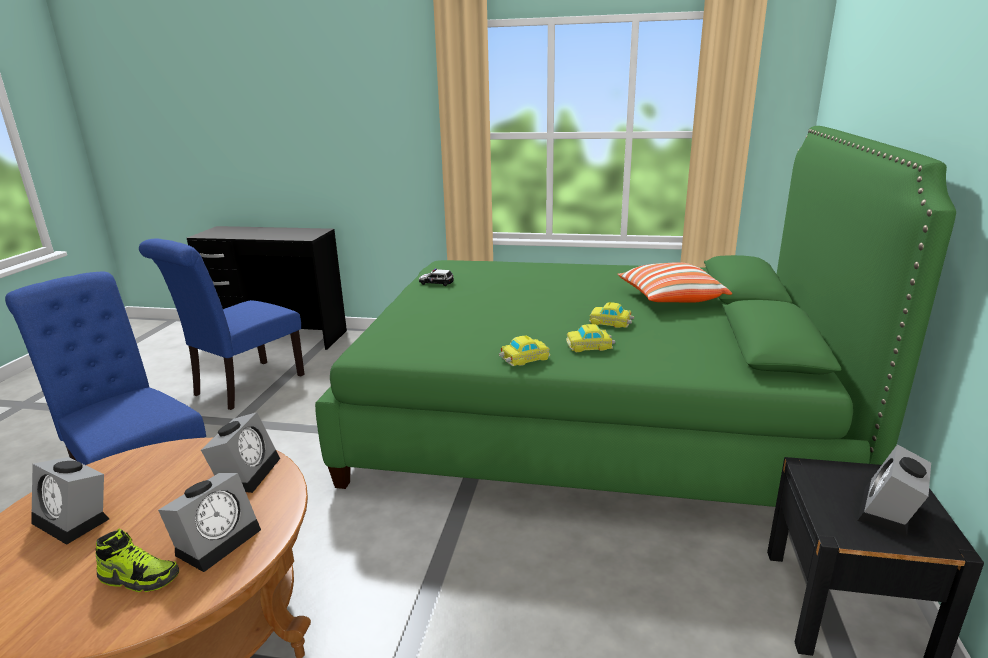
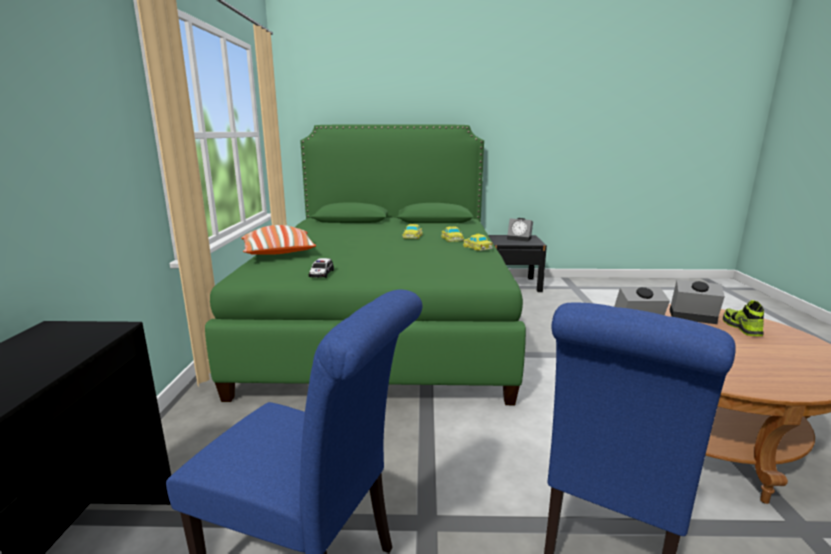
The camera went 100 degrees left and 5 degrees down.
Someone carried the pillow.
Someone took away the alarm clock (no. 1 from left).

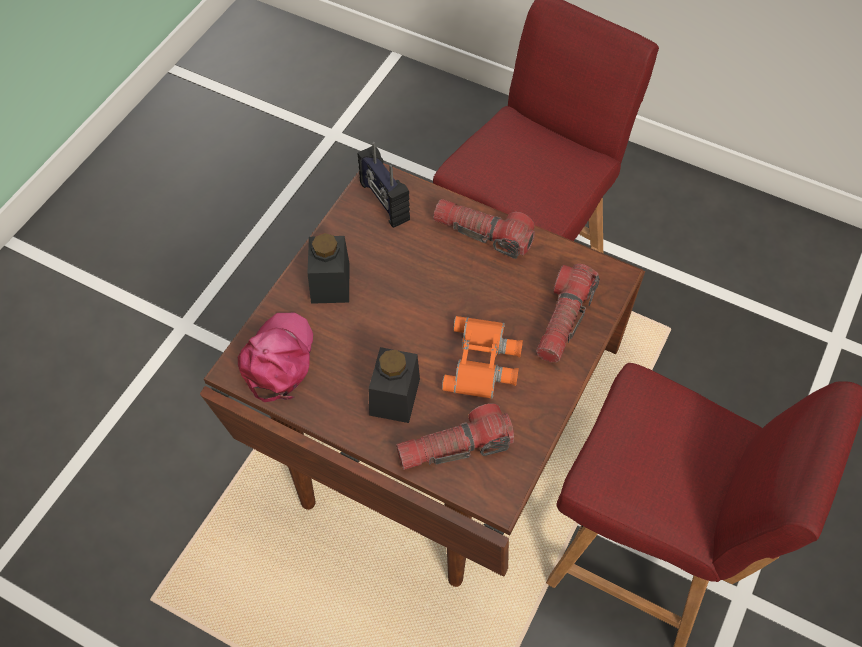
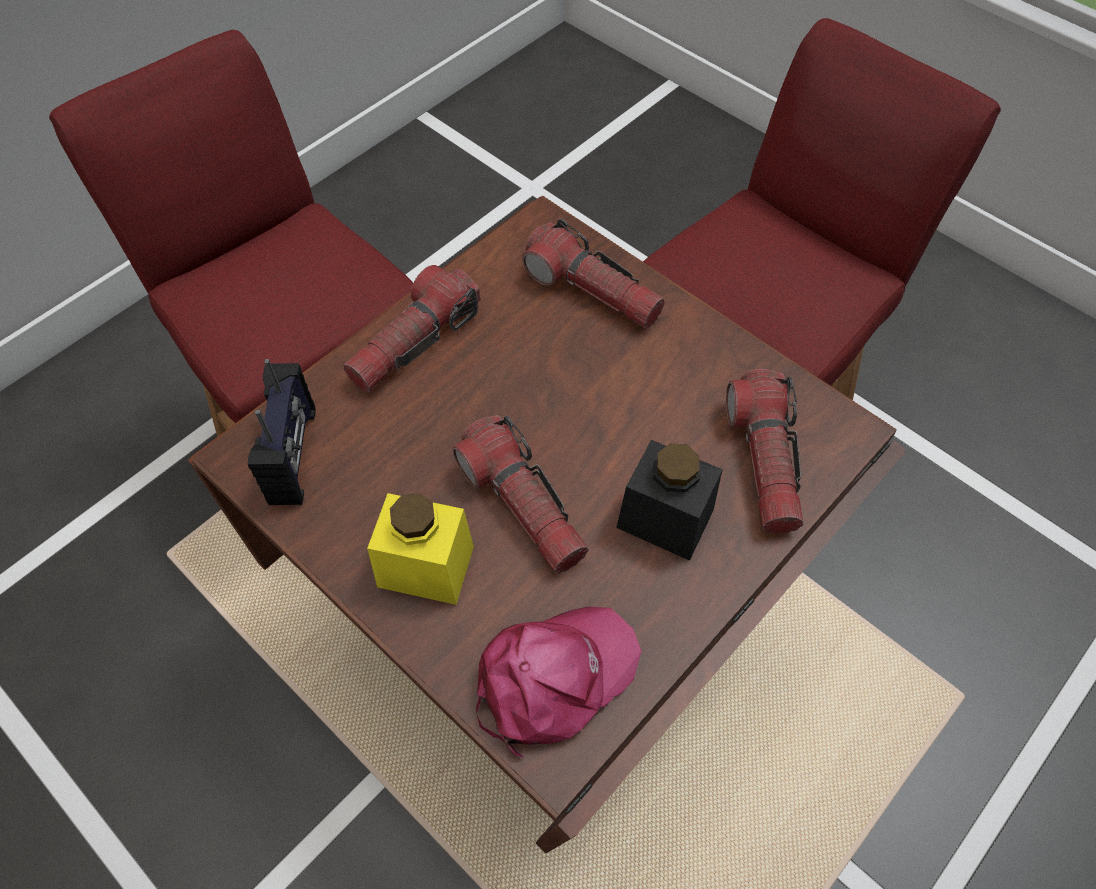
The camera went 75 degrees left and 0 degrees up.
Someone rotated the radio by 75 degrees counterclockwise.
Someone repainted the jar (black) (no. 1 from left), which became the jar (yellow).
Someone rotated the cap (pink) by 120 degrees clockwise.
Someone took away the binoculars (orange).
Someone put down the flashlight (no. 2 from left).

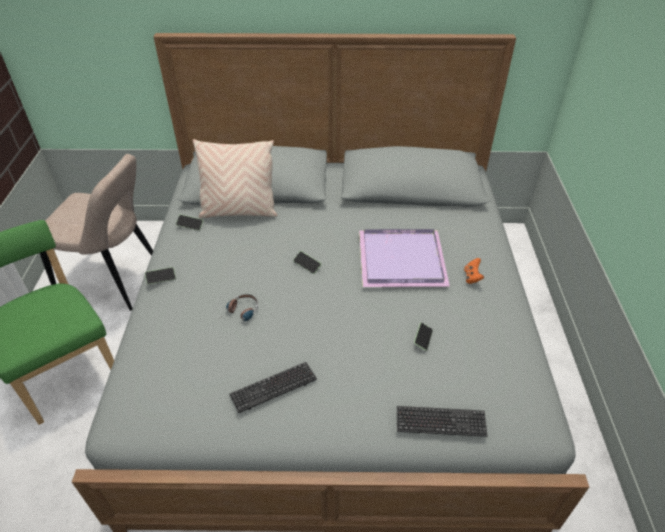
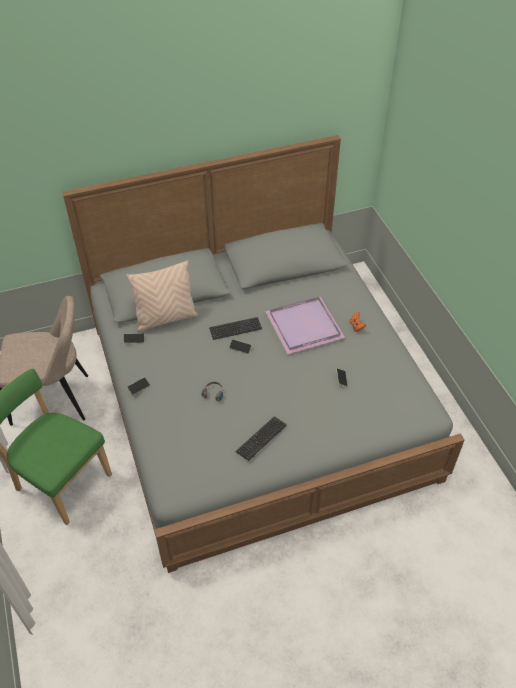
The camera went 20 degrees left and 5 degrees up.
Someone carried the keyboard (no. 2 from left in the first image).

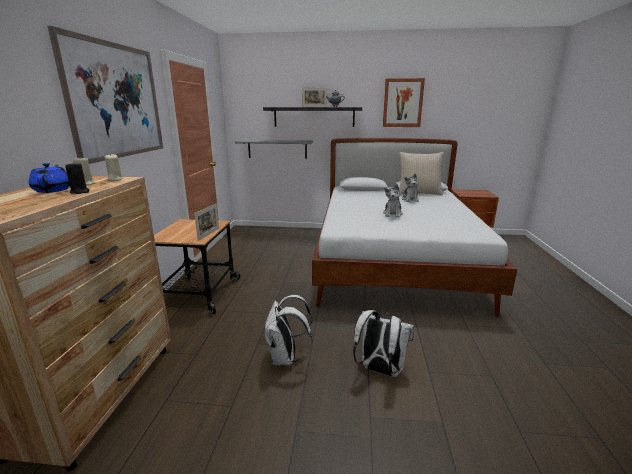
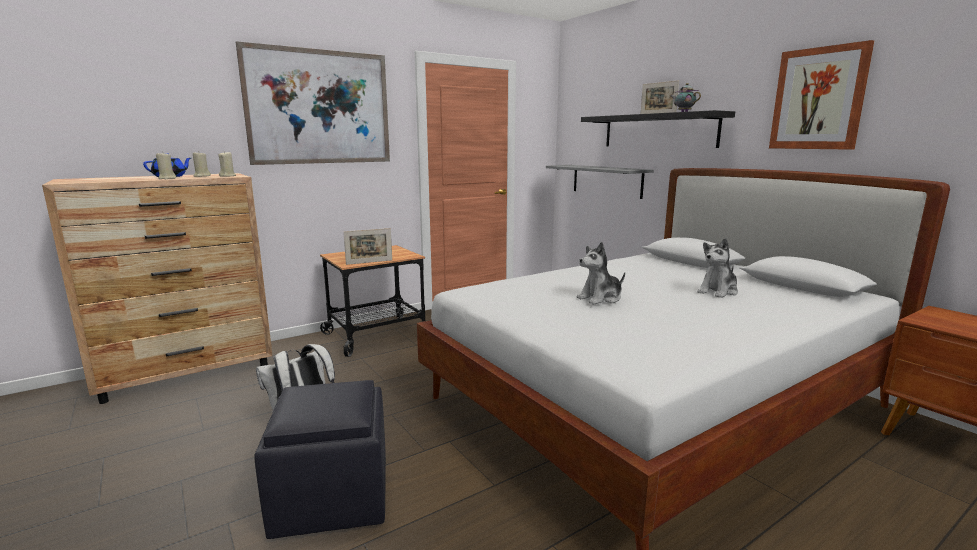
The camera went 50 degrees right and 5 degrees down.
Someone took away the pillow (beige).
Someone repainted the candle (black), which became the candle (beige) (no. 1 from left).
Someone swapped the backpack (white) (no. 2 from left) for the ottoman (black).

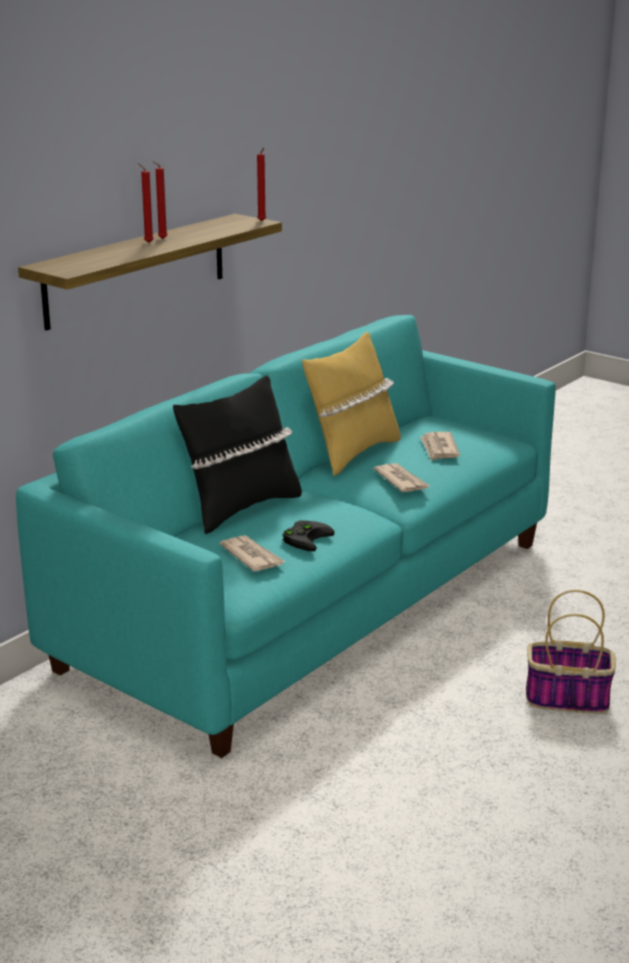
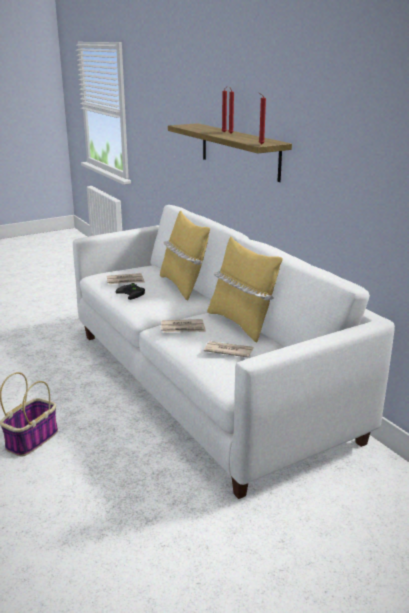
The camera went 110 degrees right and 0 degrees up.
Someone repainted the sofa (turquoise), which became the sofa (white).
Someone repainted the pillow (black), which became the pillow (yellow) (no. 1 from left).

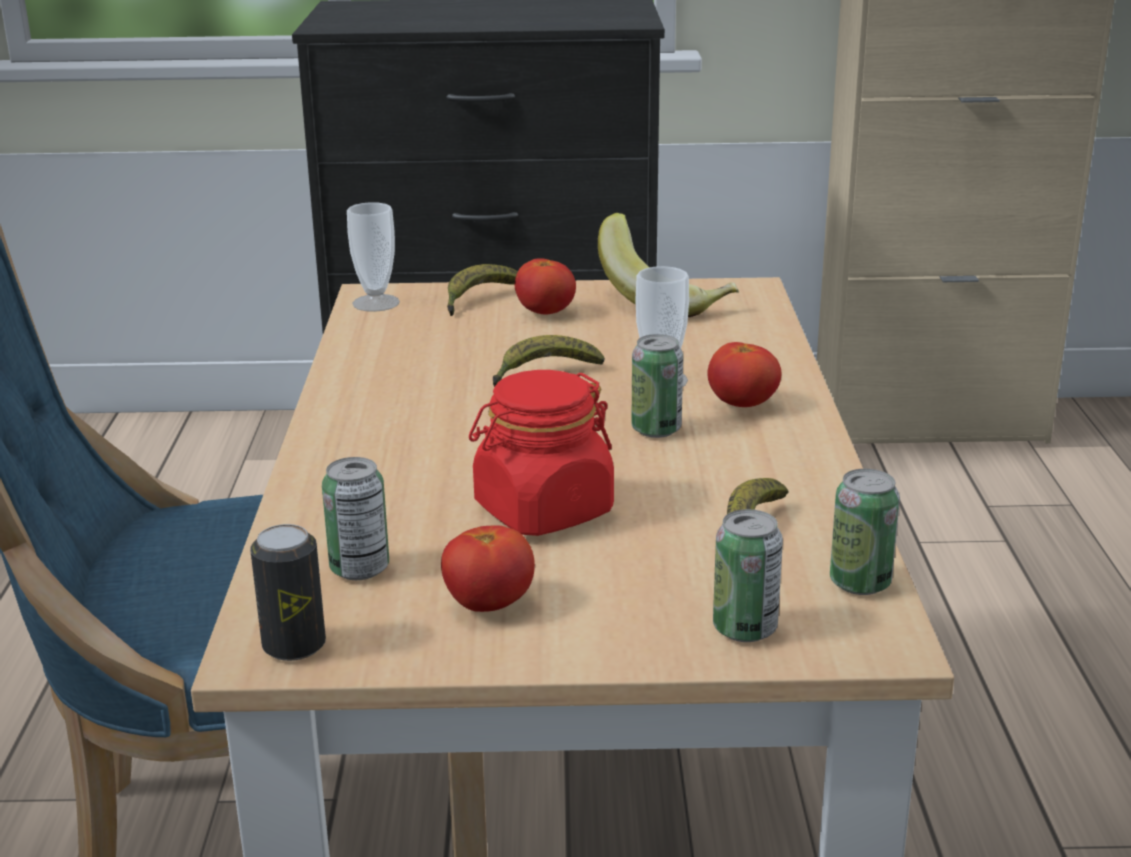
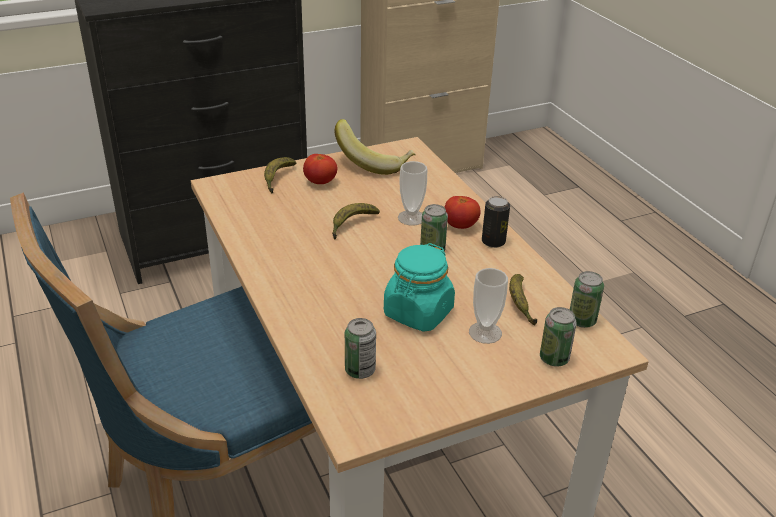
The camera went 25 degrees left and 10 degrees up.
Someone carried the cup (no. 1 from left in the first image).
Someone repainted the jar (red), which became the jar (turquoise).
Someone carried the can (no. 1 from left in the first image).
Someone took away the tomato (no. 1 from left).

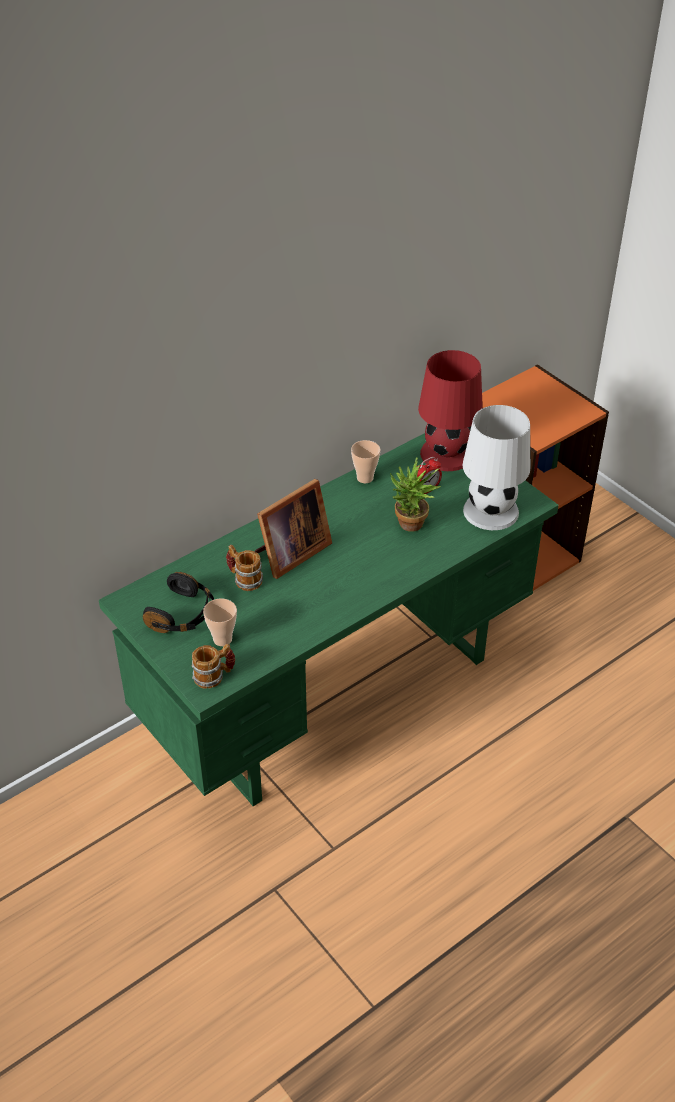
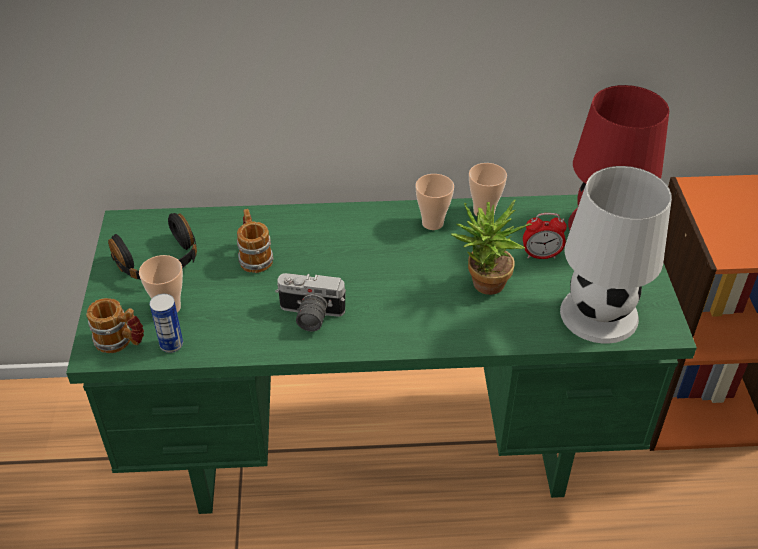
The camera went 35 degrees right and 0 degrees up.
Someone took away the picture frame.
Someone put down the cup (no. 2 from left).
Someone put down the photo camera.
Someone put down the can.

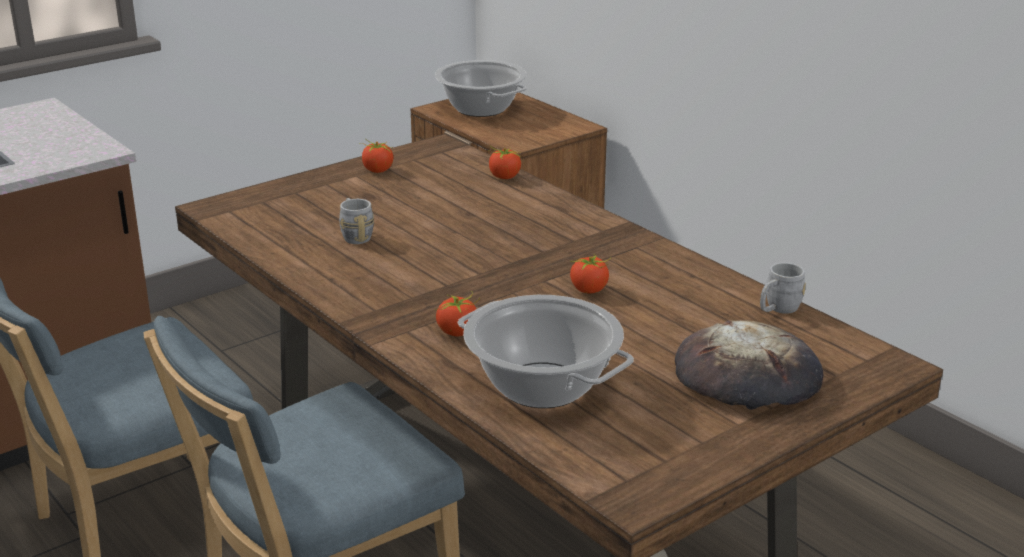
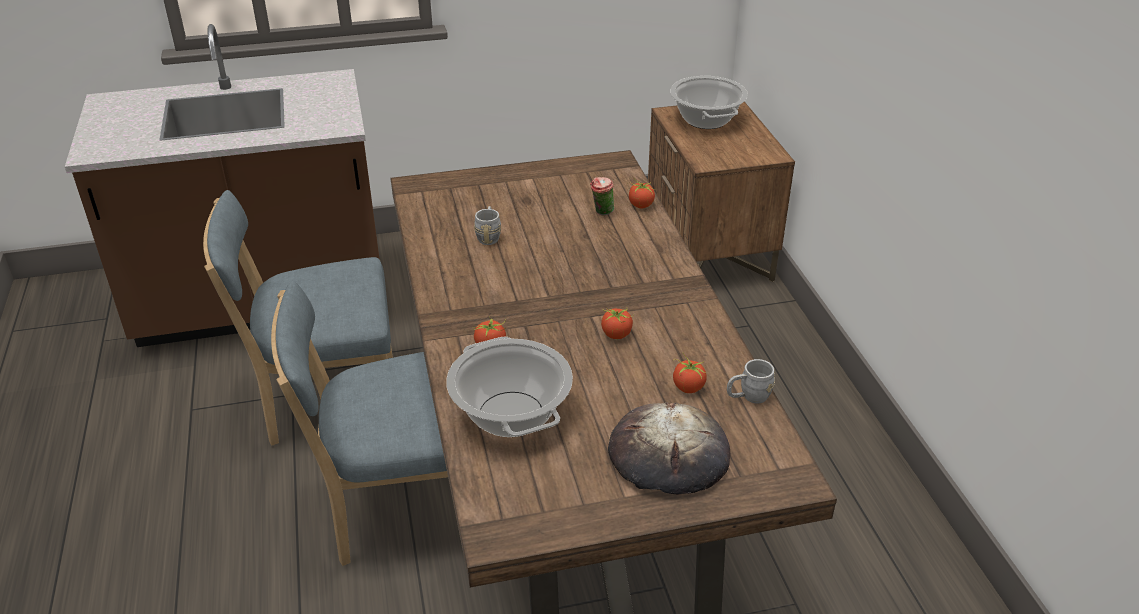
The camera went 25 degrees right and 10 degrees up.
Someone carried the tomato (no. 1 from left in the first image).
Someone put down the cup.

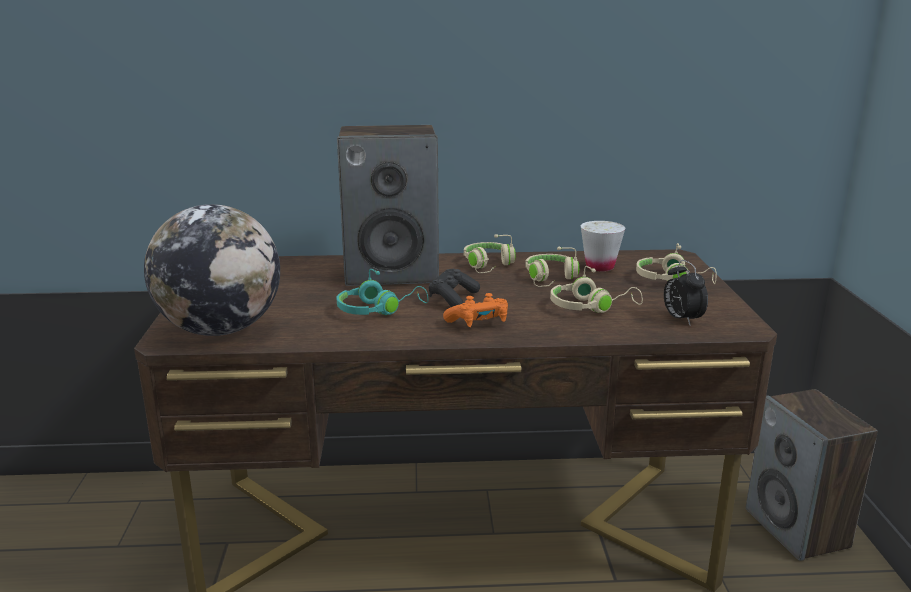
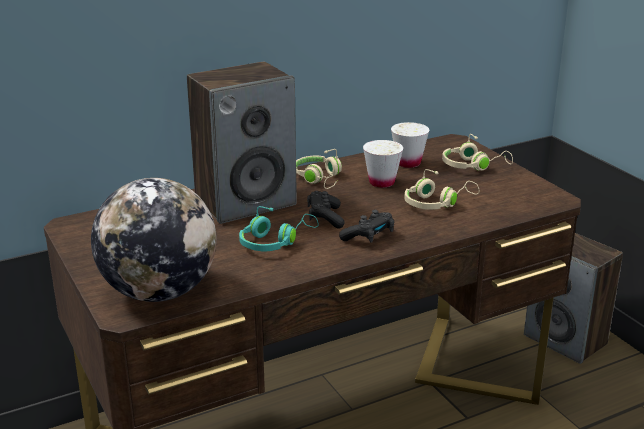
The camera went 25 degrees left and 5 degrees up.
Someone swapped the headphones (beige) (no. 2 from left) for the cup (white) (no. 1 from left).
Someone took away the alarm clock.
Someone repainted the game controller (orange), which became the game controller (black) (no. 2 from left).

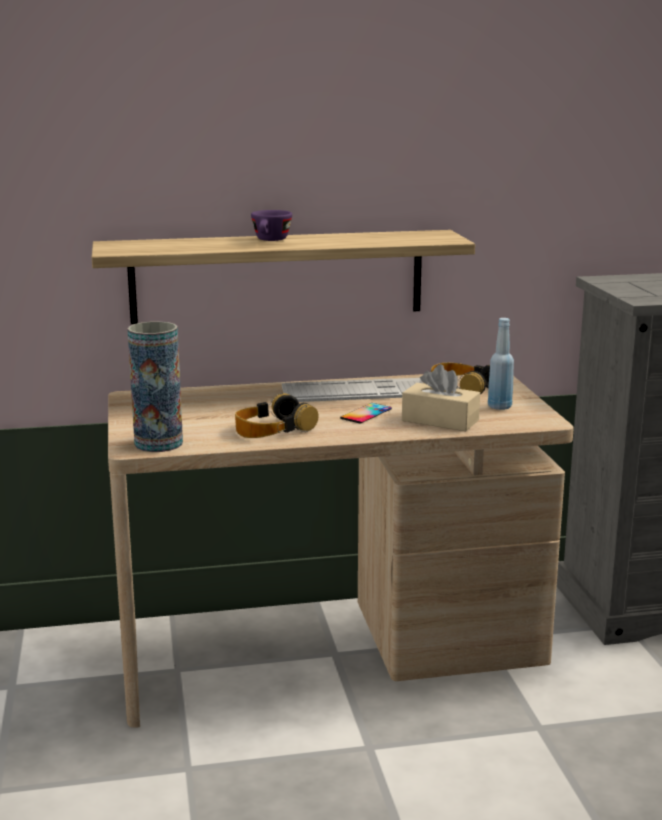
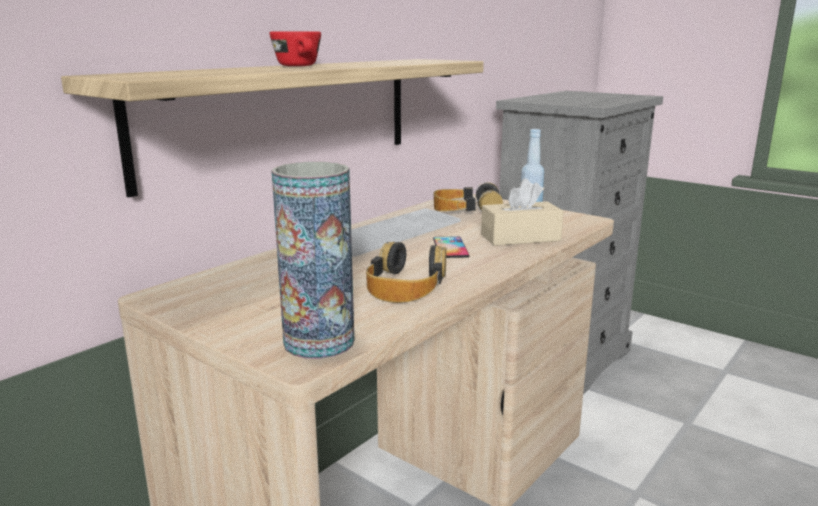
The camera went 40 degrees left and 0 degrees up.
Someone repainted the cup (purple), which became the cup (red).

